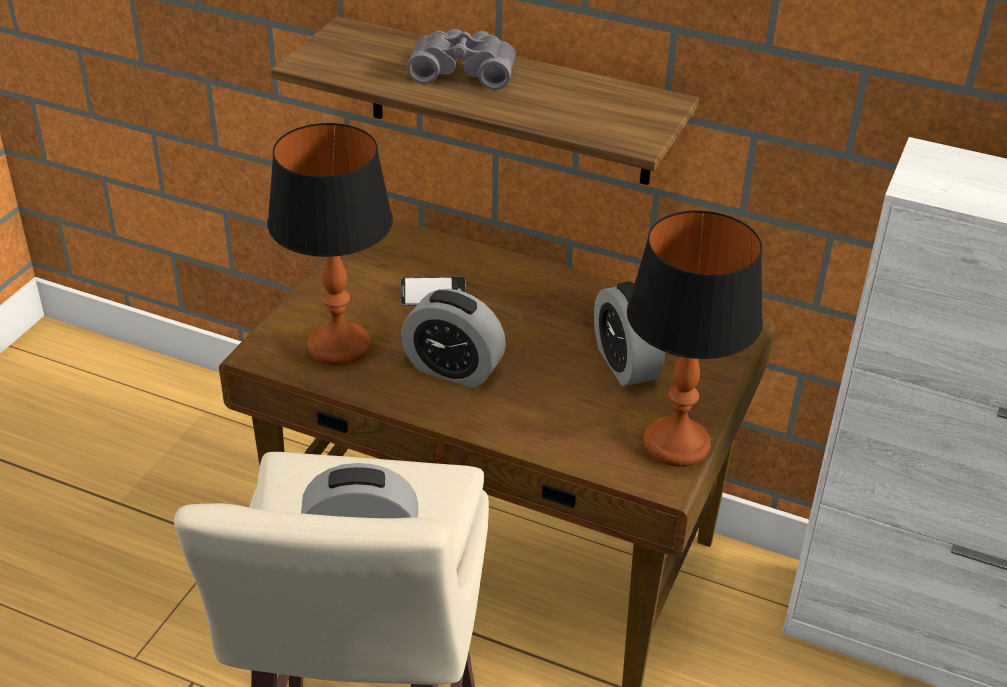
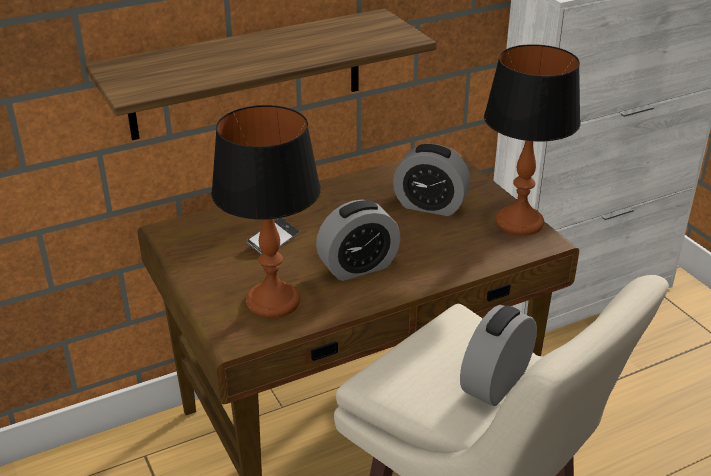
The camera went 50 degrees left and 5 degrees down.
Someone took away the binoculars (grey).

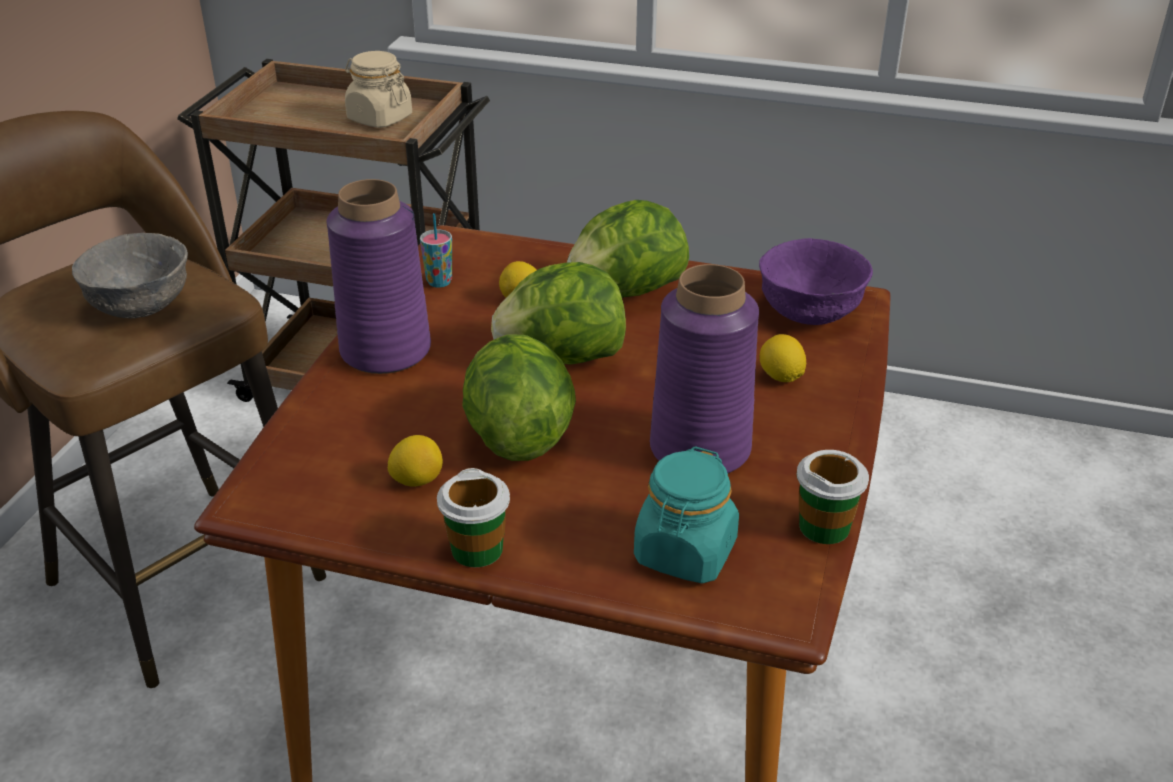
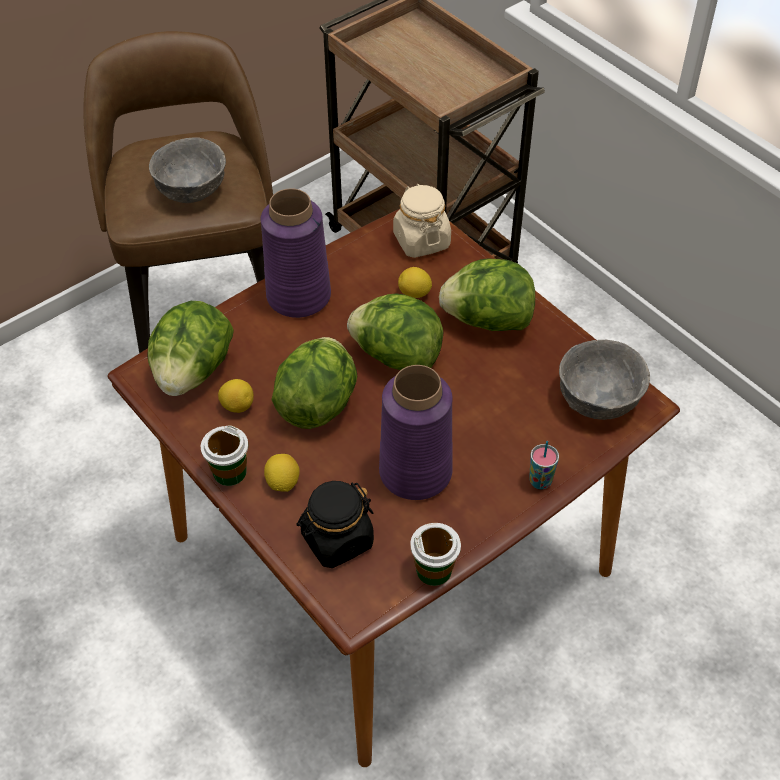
The camera went 35 degrees right and 15 degrees up.
Someone carried the jar (beige).
Someone carried the cup (no. 1 from left in the first image).
Someone repainted the bowl (purple), which became the bowl (grey) (no. 2 from left).
Someone carried the lemon (no. 3 from left in the first image).
Someone repainted the jar (turquoise), which became the jar (black).
Someone put down the lettuce (no. 1 from left).

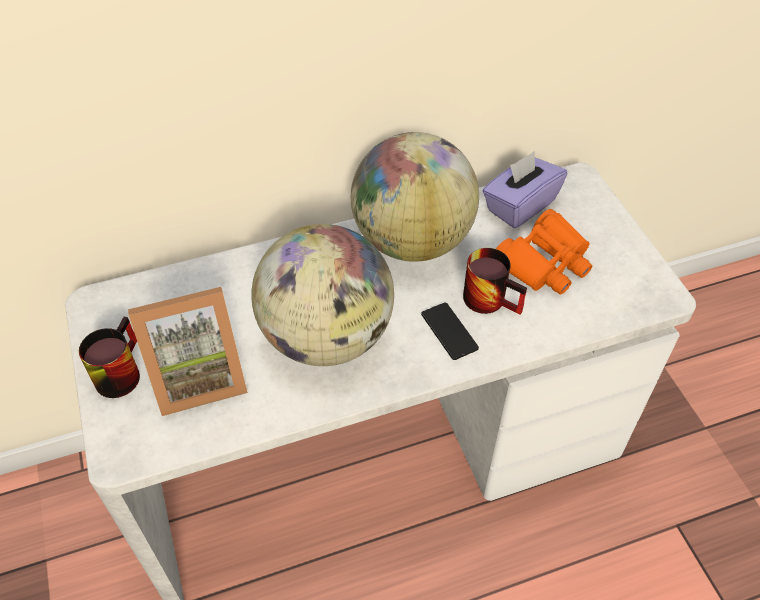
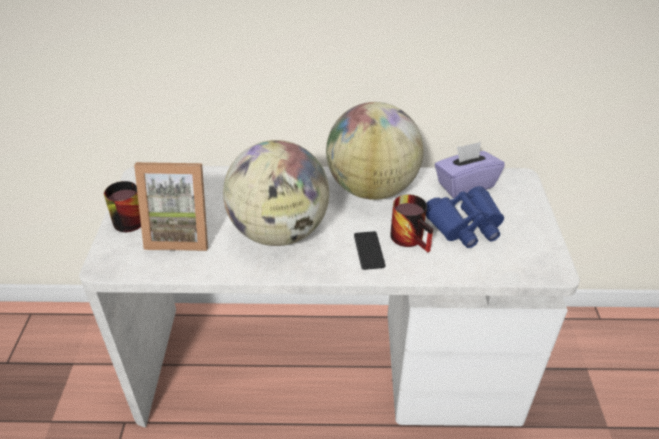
The camera went 20 degrees right and 10 degrees down.
Someone repainted the binoculars (orange), which became the binoculars (blue).

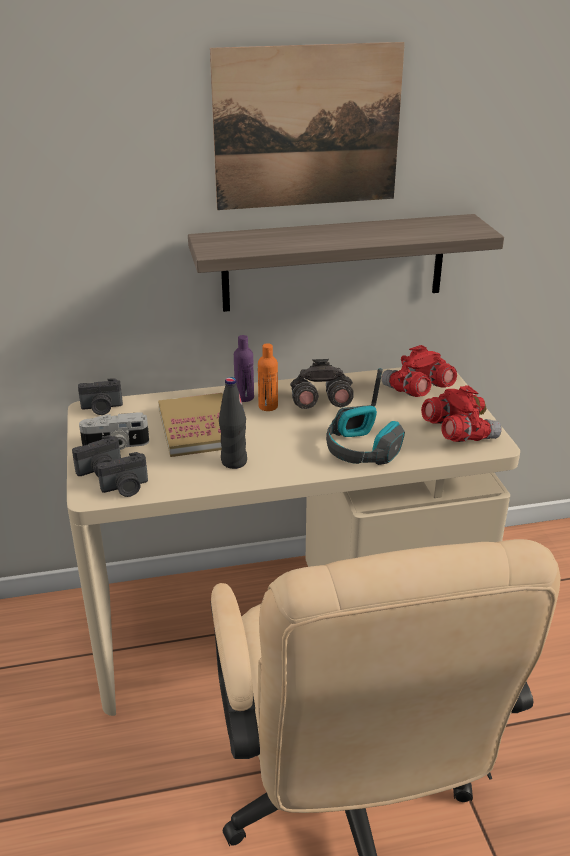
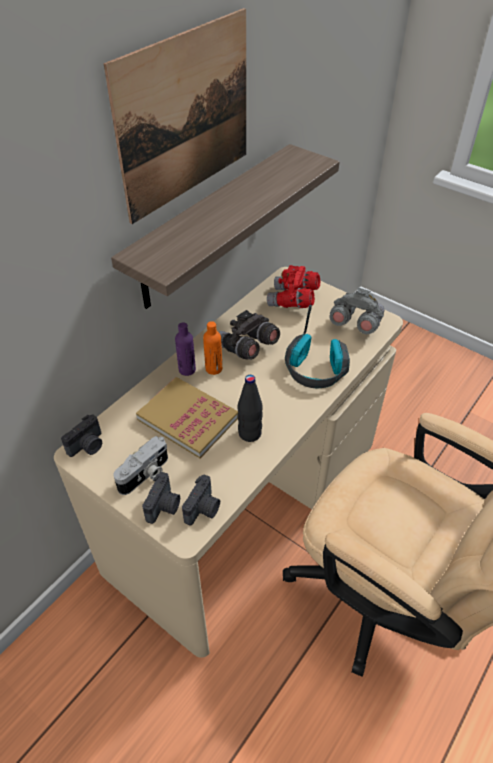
The camera went 40 degrees left and 15 degrees up.
Someone repainted the binoculars (red) (no. 2 from left), which became the binoculars (grey) (no. 2 from left).

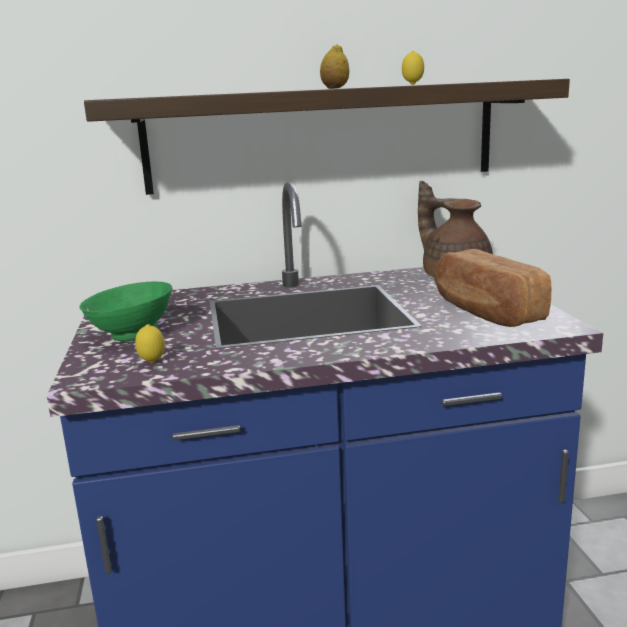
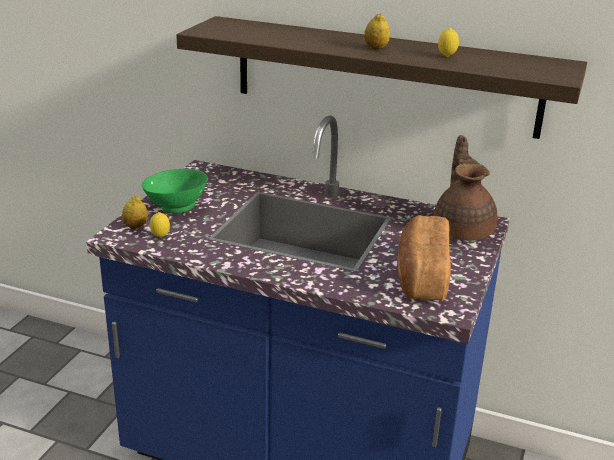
The camera went 30 degrees right and 10 degrees up.
Someone put down the lemon (no. 1 from left).

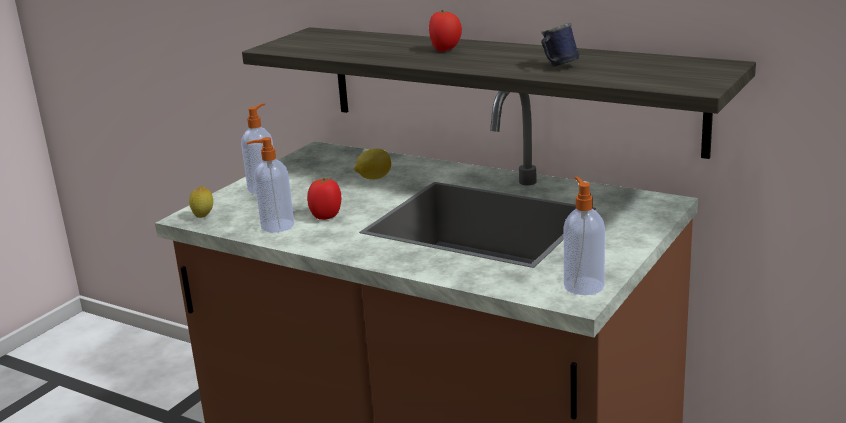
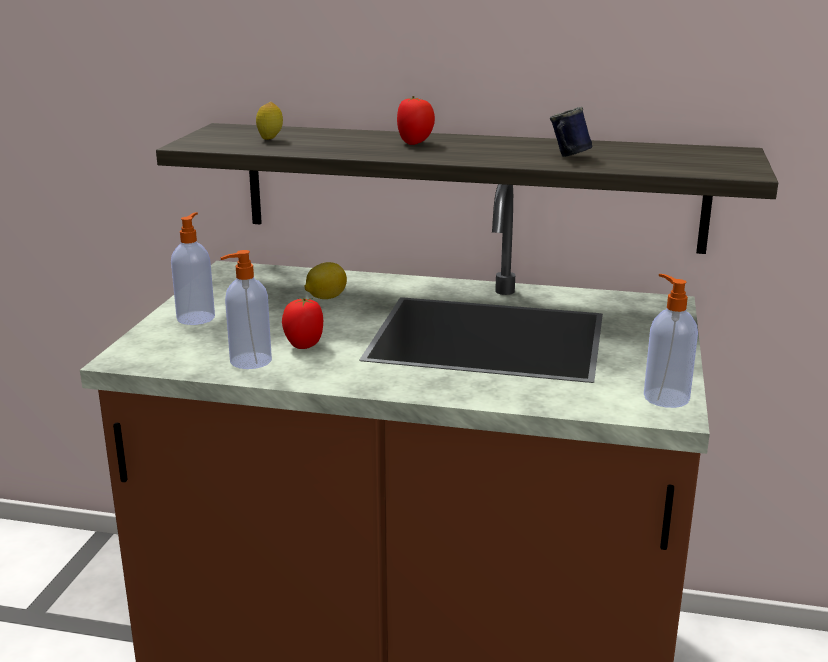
The camera went 20 degrees left and 0 degrees up.
Someone carried the lemon (no. 1 from left).

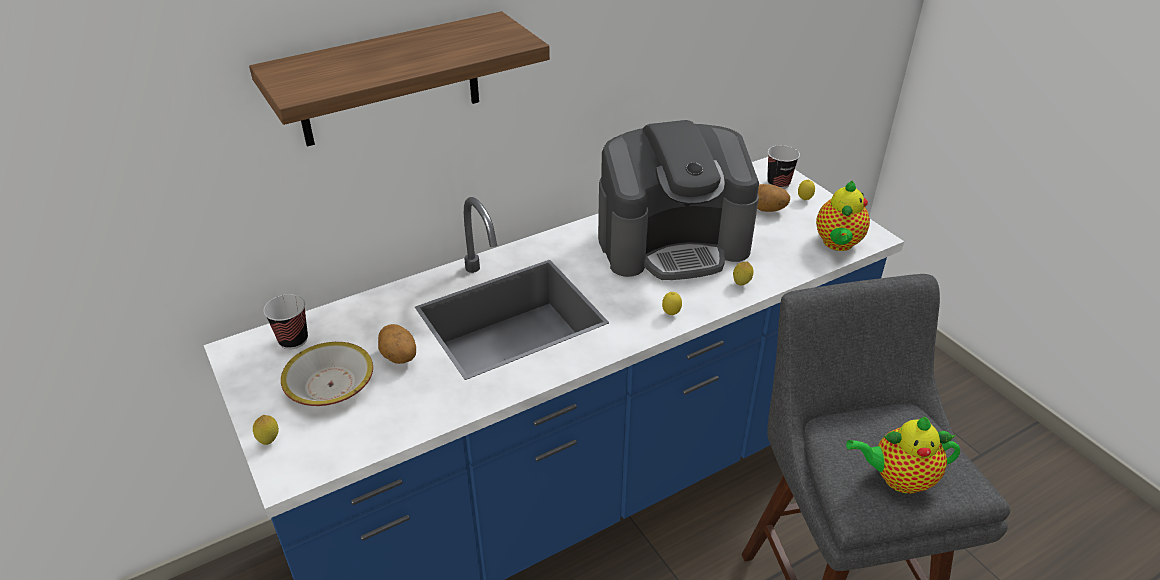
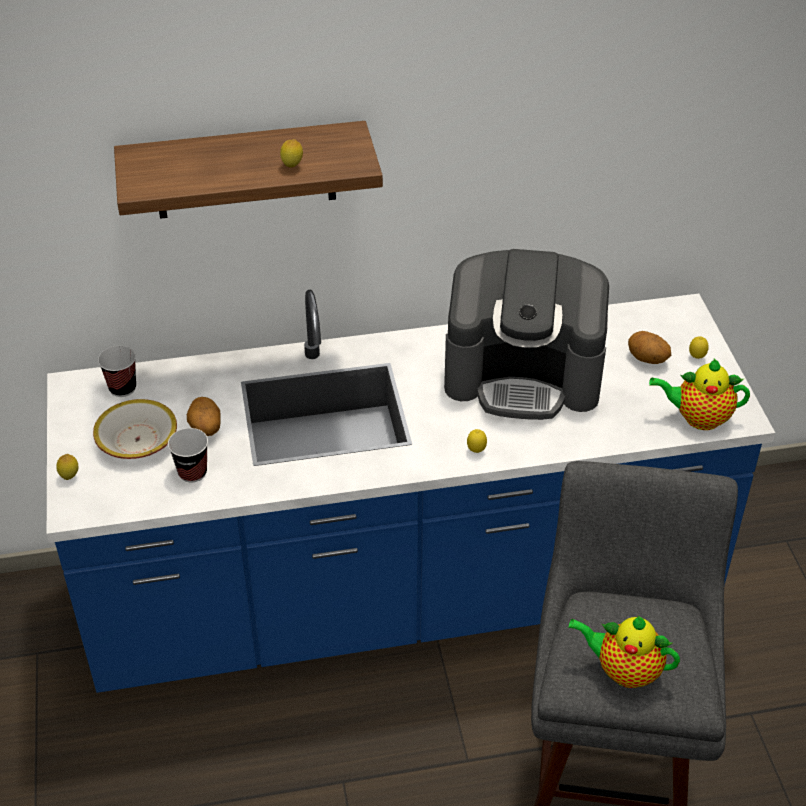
The camera went 20 degrees right and 5 degrees up.
Someone carried the cup (no. 2 from left).
Someone rotated the teapot (no. 1 from left in the first image) by 60 degrees clockwise.
Someone carried the lemon (no. 3 from left in the first image).

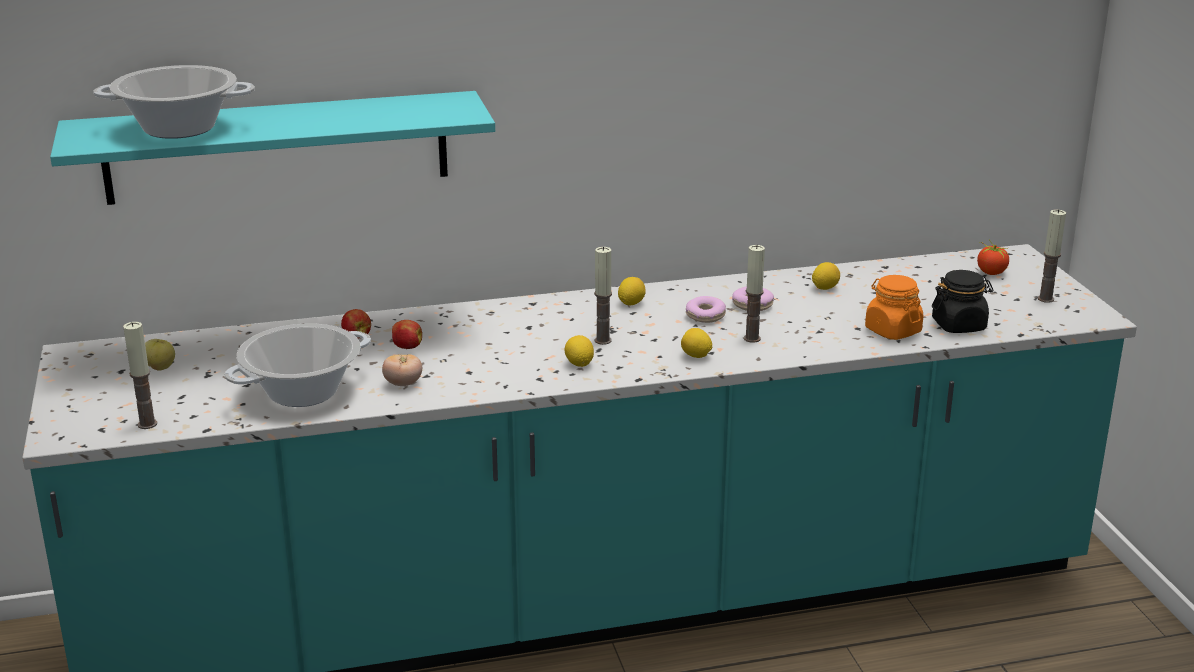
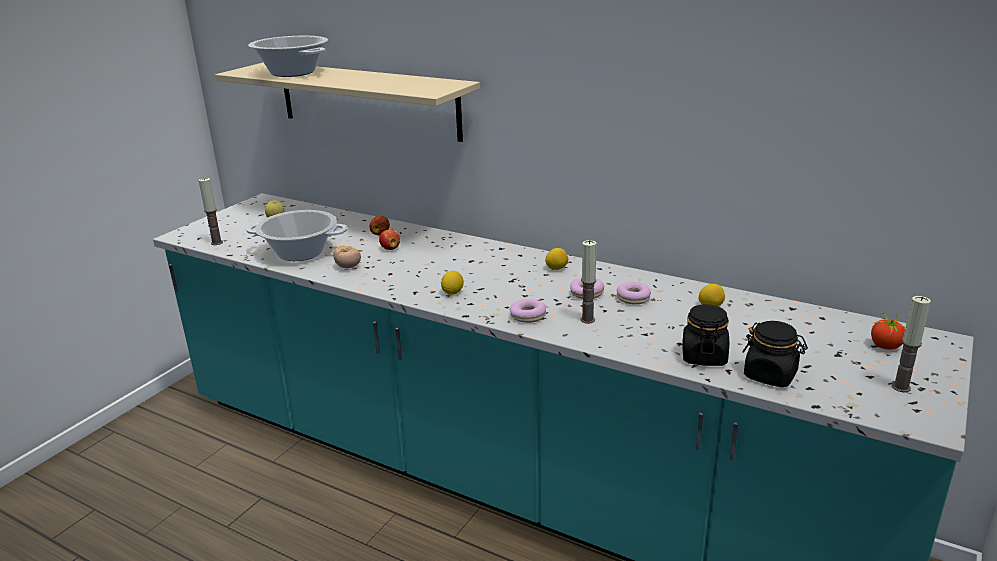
The camera went 45 degrees right and 0 degrees up.
Someone repainted the shelf (turquoise), which became the shelf (beige).
Someone took away the candle (no. 2 from left).
Someone repainted the jar (orange), which became the jar (black) (no. 1 from left).
Someone swapped the lemon (no. 3 from left) for the donut (no. 1 from left).

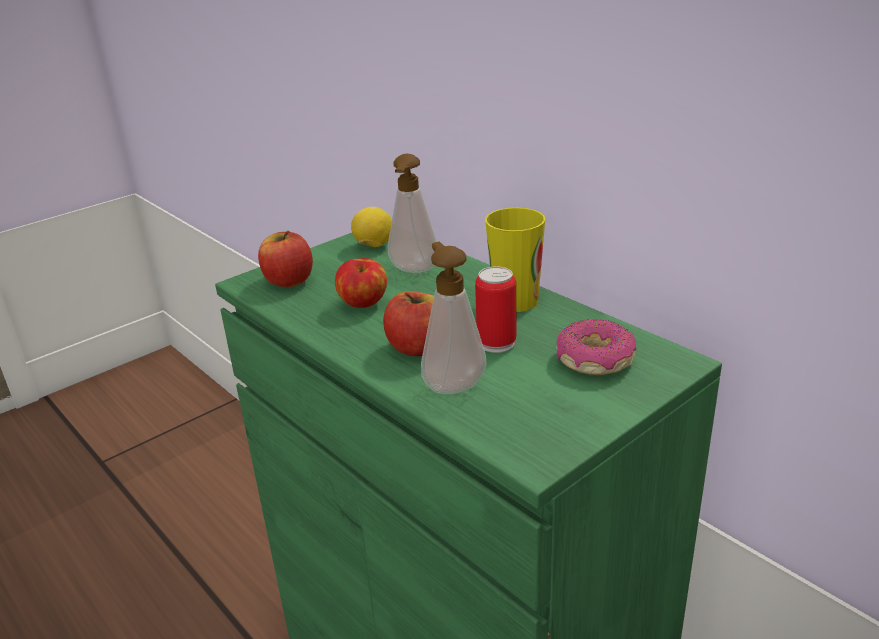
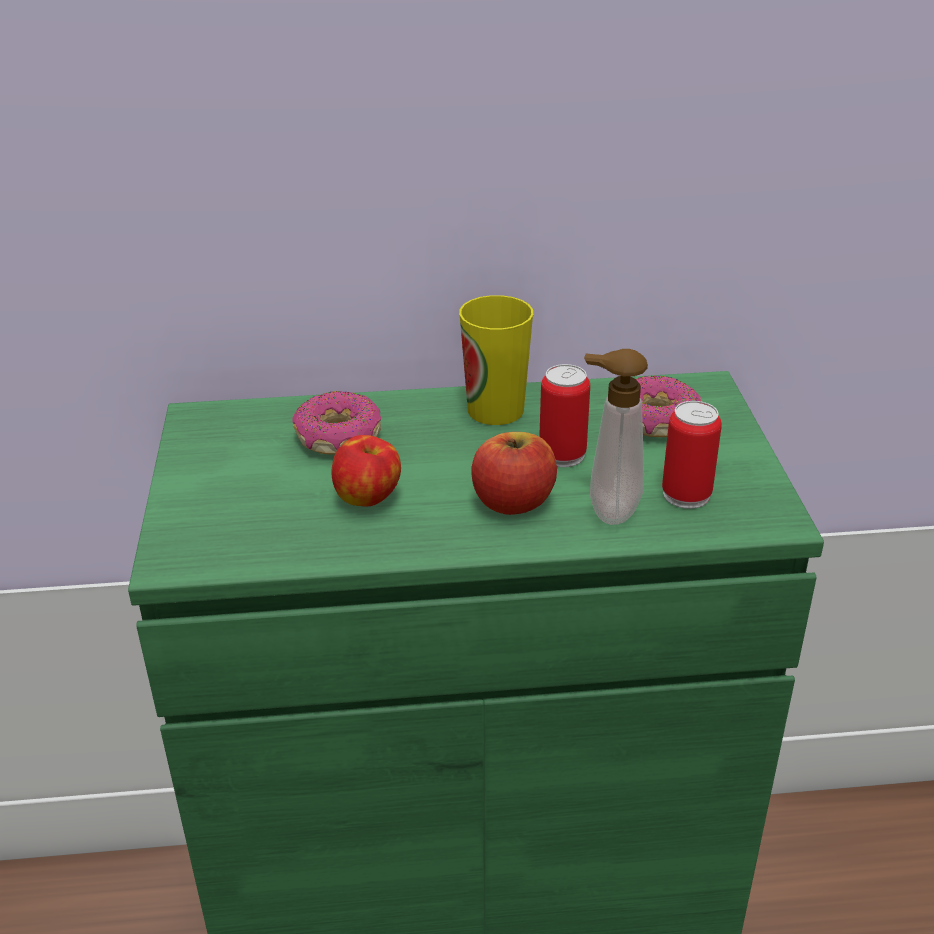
The camera went 55 degrees left and 5 degrees up.
Someone swapped the soap dispenser (no. 1 from left) for the donut (no. 1 from left).
Someone took away the lemon.
Someone took away the apple (no. 1 from left).
Someone put down the can (no. 2 from left).

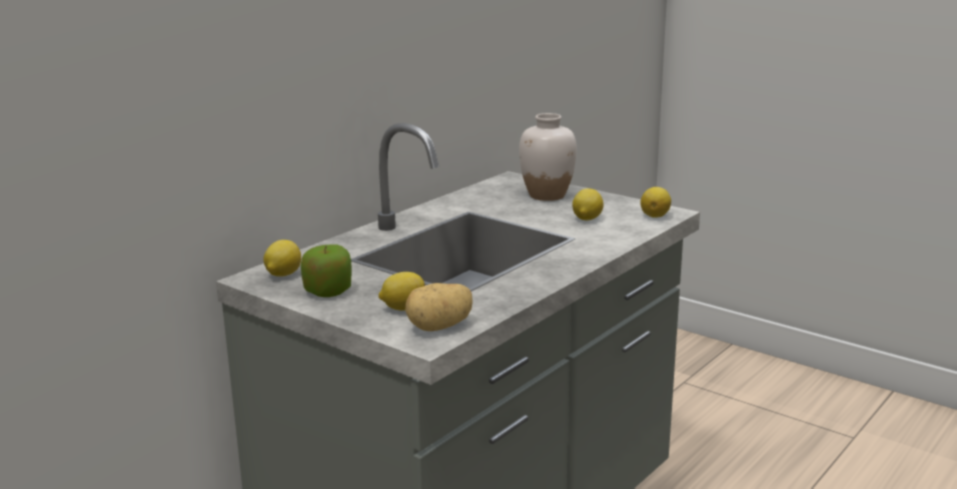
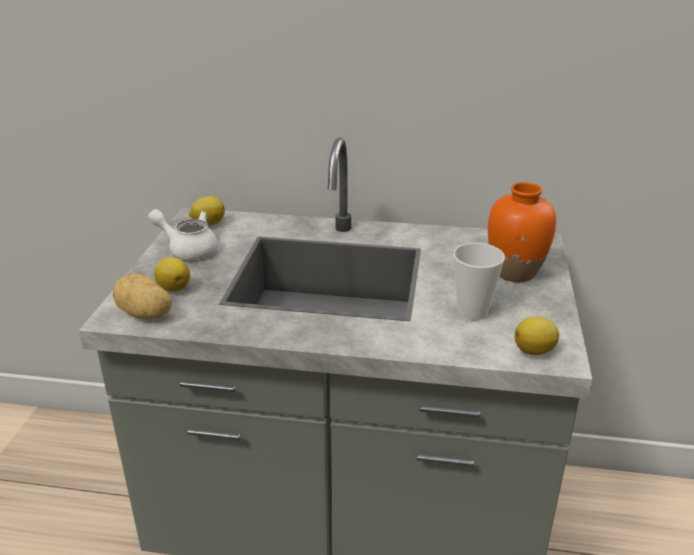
The camera went 60 degrees right and 10 degrees up.
Someone repainted the vase (white), which became the vase (orange).
Someone swapped the lemon (no. 3 from left) for the cup.
Someone swapped the apple for the teapot (white).

